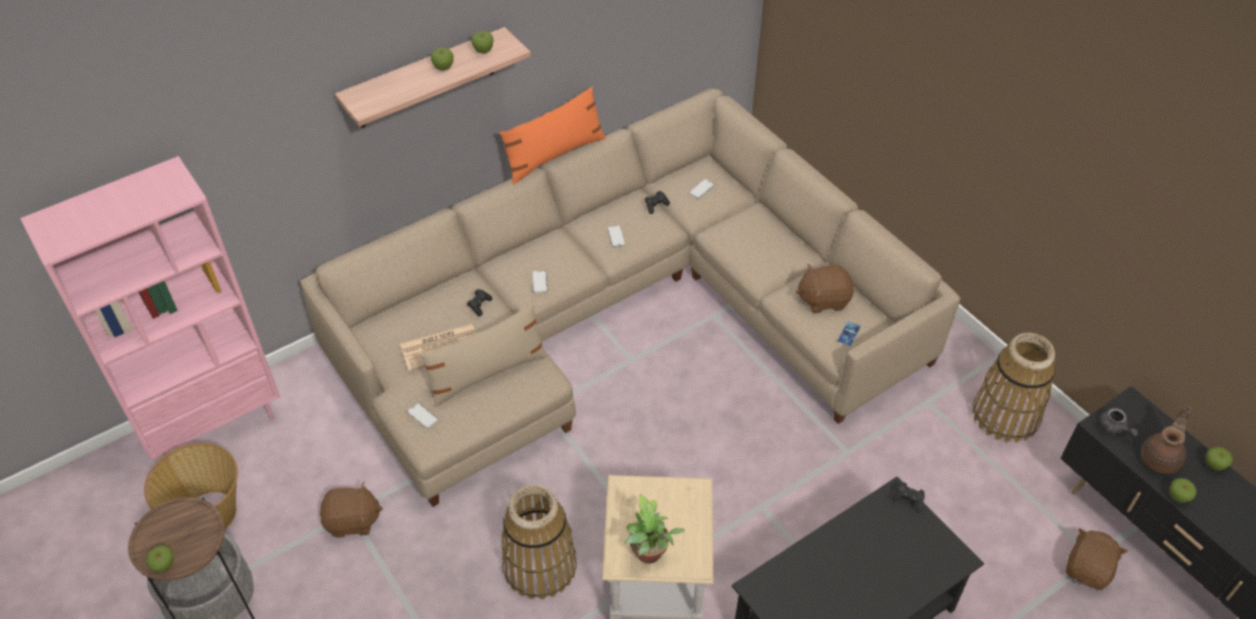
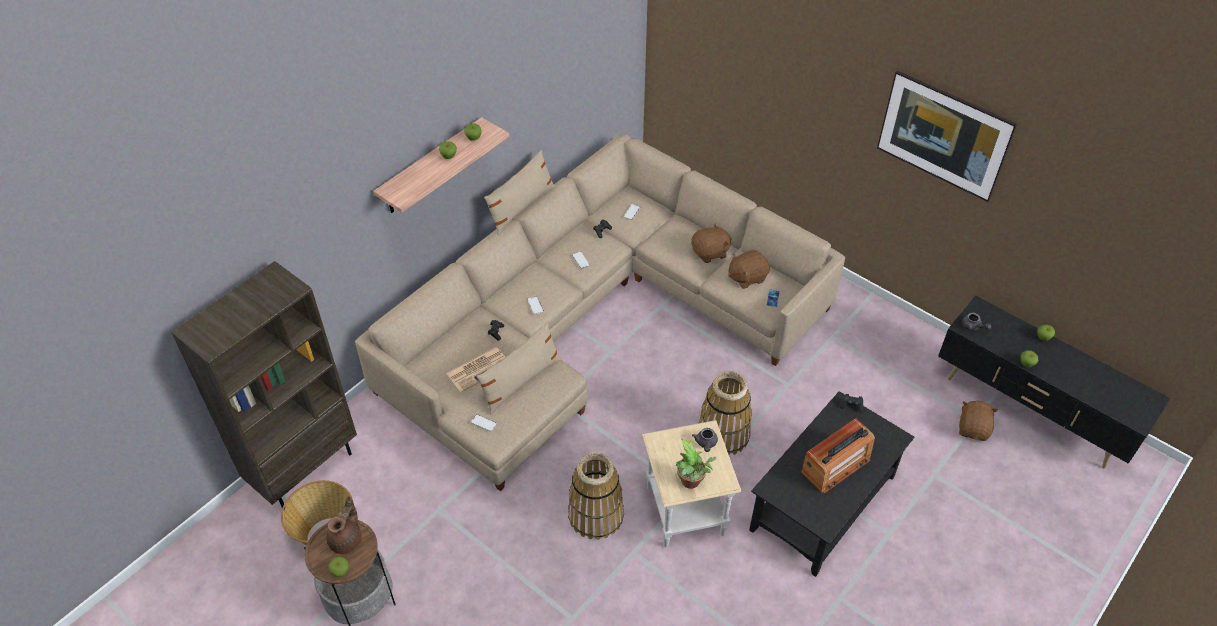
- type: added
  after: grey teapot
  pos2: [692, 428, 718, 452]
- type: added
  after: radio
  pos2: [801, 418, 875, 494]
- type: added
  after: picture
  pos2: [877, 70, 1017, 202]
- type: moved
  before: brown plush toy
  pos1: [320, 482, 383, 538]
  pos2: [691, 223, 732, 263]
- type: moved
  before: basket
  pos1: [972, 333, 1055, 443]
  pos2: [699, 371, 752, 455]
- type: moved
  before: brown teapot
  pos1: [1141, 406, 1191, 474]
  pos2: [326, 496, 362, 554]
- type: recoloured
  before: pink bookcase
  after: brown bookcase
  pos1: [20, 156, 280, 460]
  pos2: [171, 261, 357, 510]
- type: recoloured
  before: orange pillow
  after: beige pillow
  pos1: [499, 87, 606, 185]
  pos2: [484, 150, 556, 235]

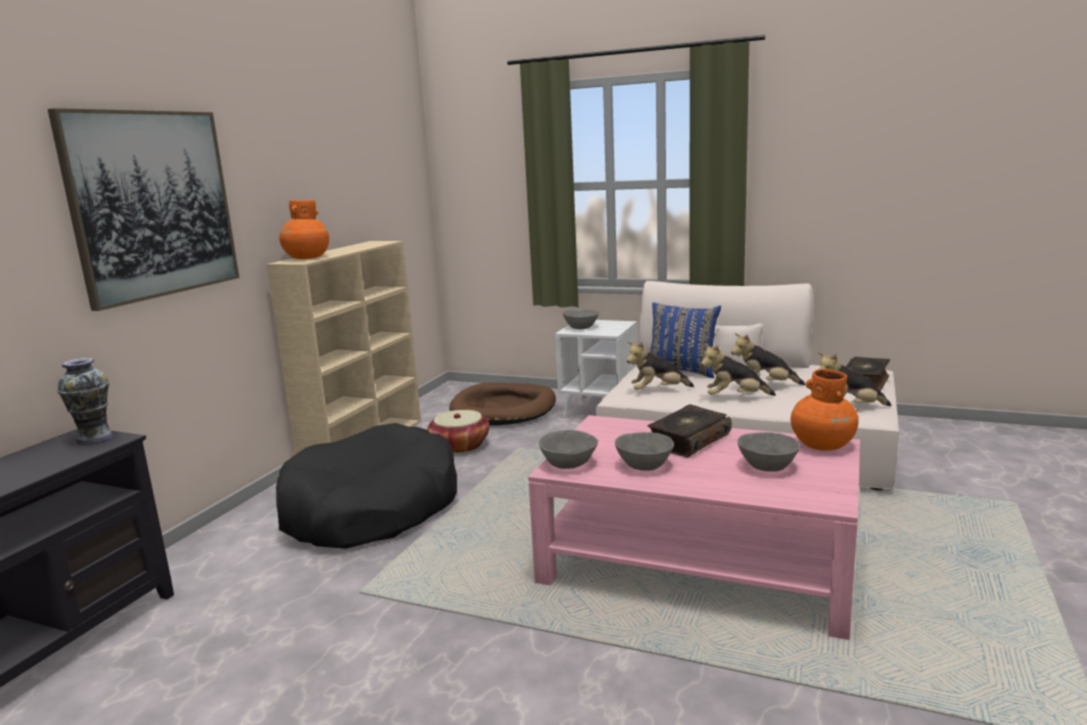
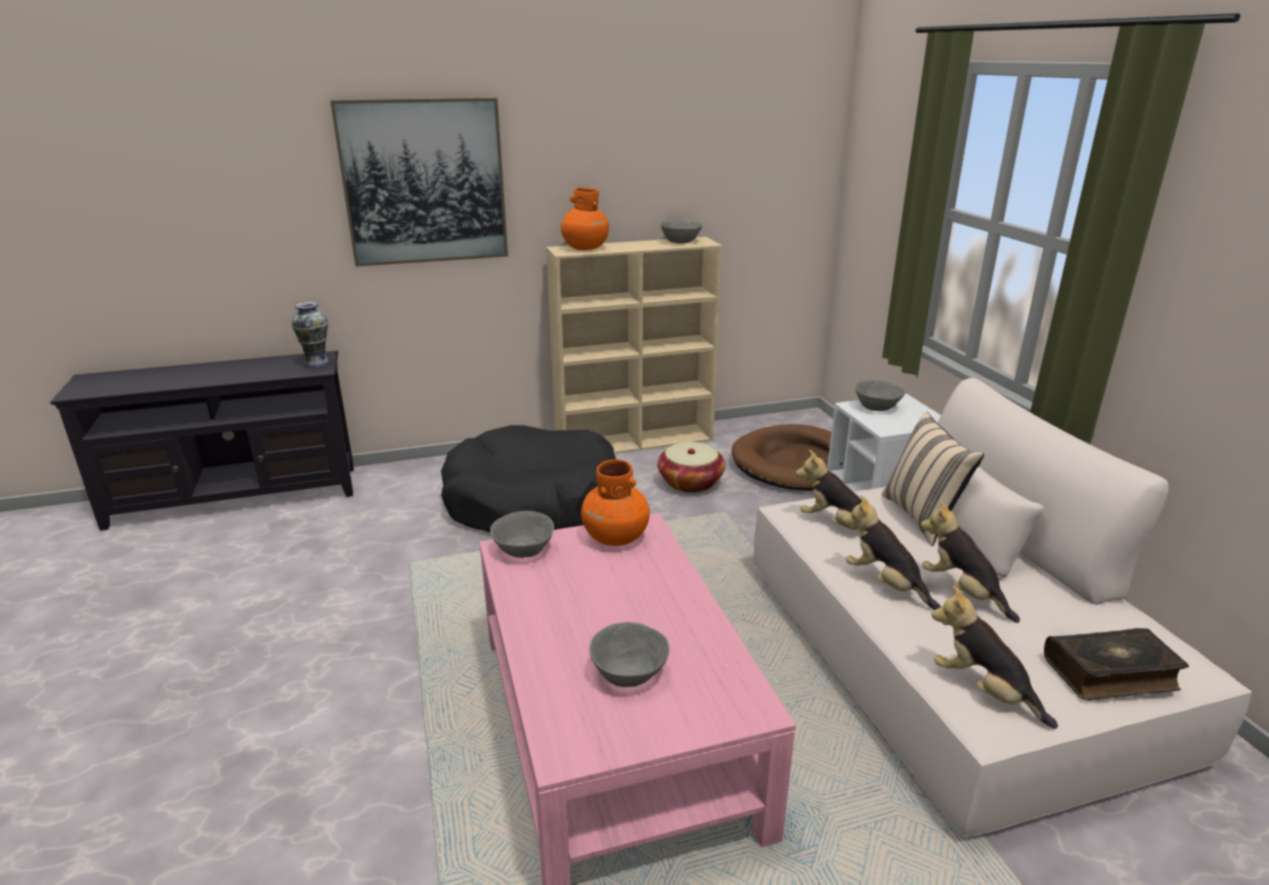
- type: removed
  before: book
  pos1: [647, 404, 732, 458]
- type: moved
  before: grey bowl
  pos1: [615, 432, 674, 471]
  pos2: [660, 220, 703, 244]
- type: moved
  before: orange vase
  pos1: [791, 369, 859, 450]
  pos2: [581, 459, 650, 546]
- type: recoloured
  before: blue pillow
  after: beige pillow
  pos1: [650, 302, 721, 378]
  pos2: [882, 412, 984, 546]

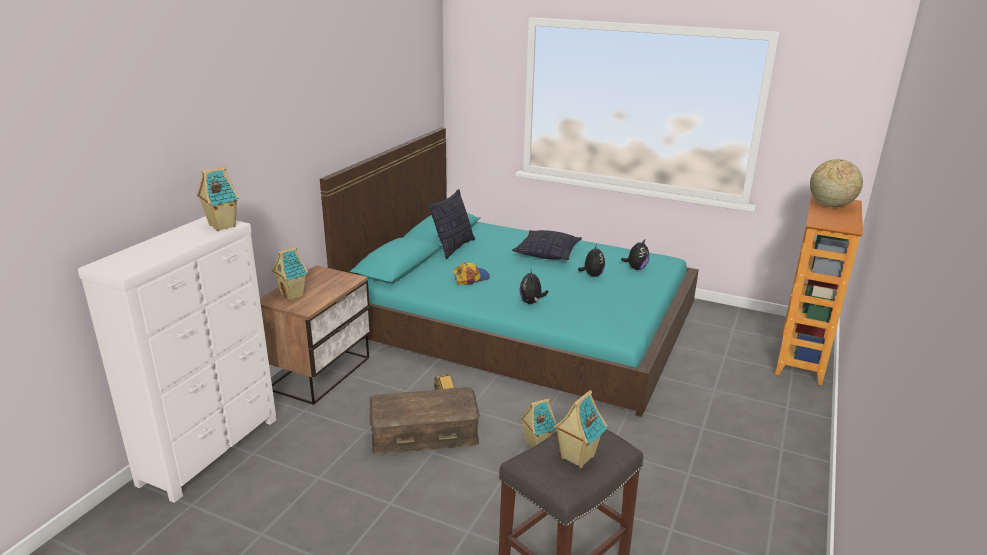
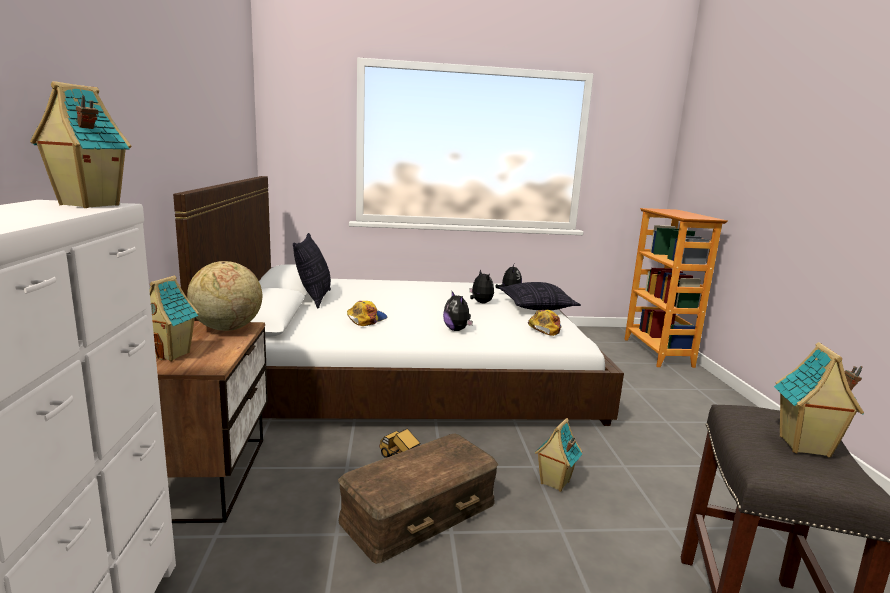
- type: added
  after: cap
  pos2: [528, 310, 562, 336]
- type: moved
  before: pillow
  pos1: [512, 230, 582, 260]
  pos2: [499, 282, 581, 310]
- type: moved
  before: globe
  pos1: [810, 159, 863, 207]
  pos2: [187, 261, 262, 331]
- type: recoloured
  before: turquoise bed
  after: white bed
  pos1: [320, 127, 699, 417]
  pos2: [173, 176, 624, 426]

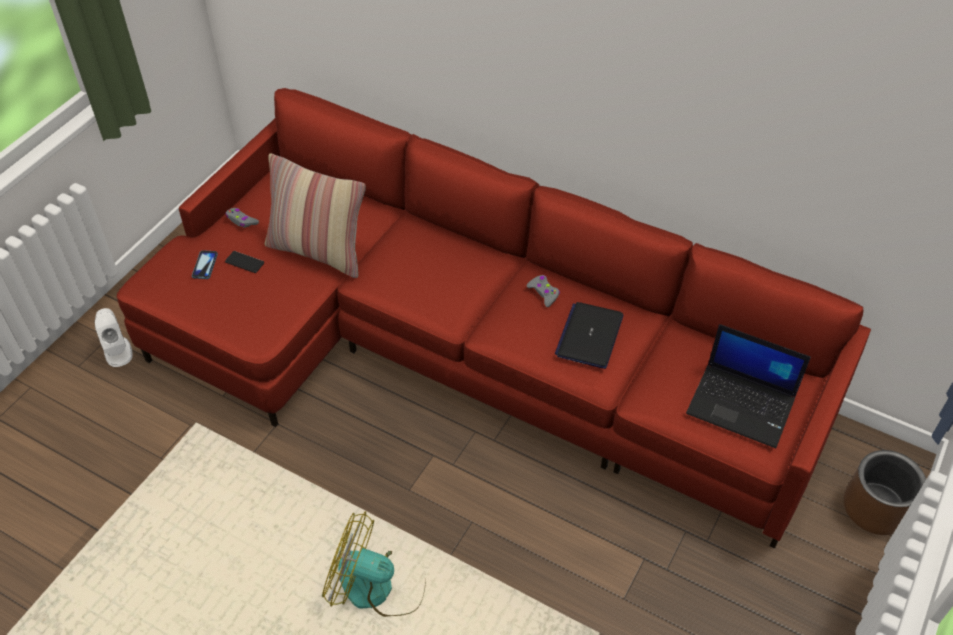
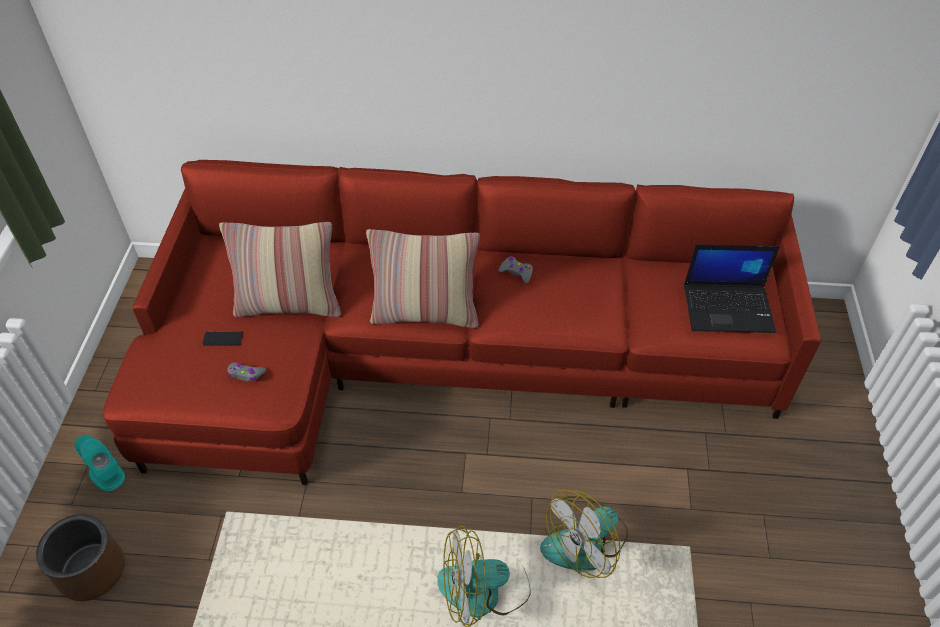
- type: removed
  before: phone
  pos1: [192, 250, 218, 279]
- type: removed
  before: laptop
  pos1: [555, 302, 623, 369]
- type: added
  after: pillow
  pos2: [366, 229, 480, 328]
- type: added
  after: fan
  pos2: [540, 490, 628, 578]
- type: moved
  before: grey game controller
  pos1: [225, 208, 259, 228]
  pos2: [227, 362, 266, 381]
- type: moved
  before: brown planter
  pos1: [844, 450, 926, 535]
  pos2: [36, 514, 125, 601]
- type: recoloured
  before: white speaker
  after: turquoise speaker
  pos1: [95, 308, 133, 367]
  pos2: [74, 435, 125, 491]

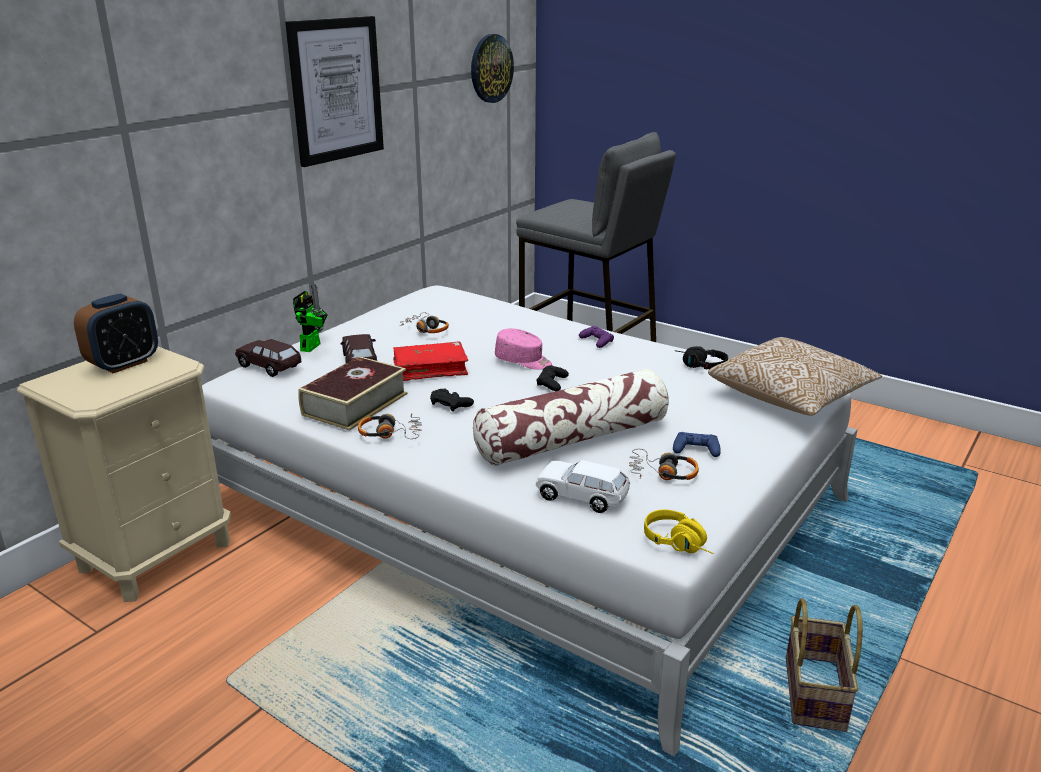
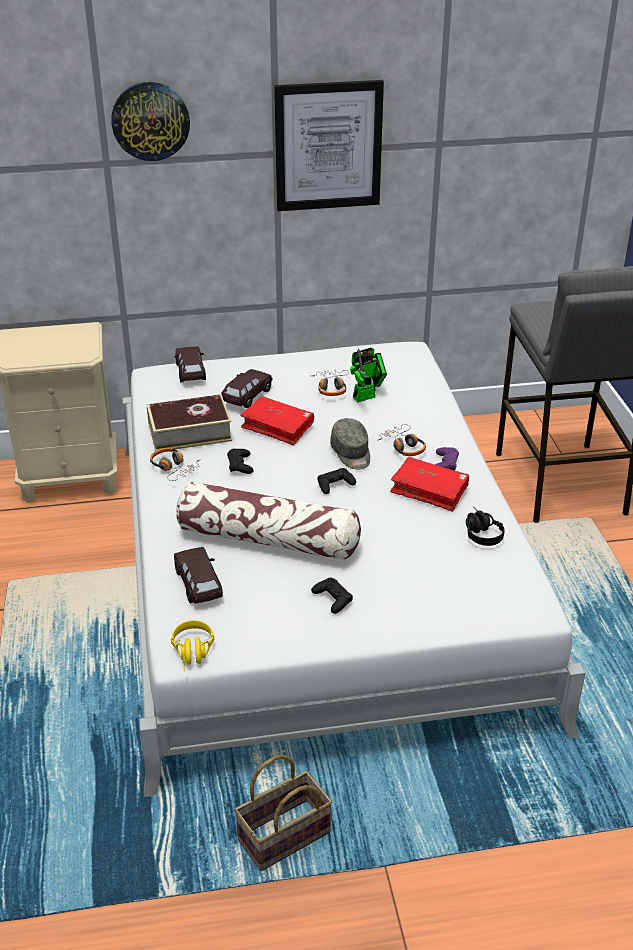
- type: removed
  before: alarm clock
  pos1: [74, 294, 158, 373]
- type: removed
  before: pillow
  pos1: [708, 337, 882, 416]
- type: added
  after: red book
  pos2: [390, 457, 469, 511]
- type: moved
  before: toy robot
  pos1: [293, 283, 328, 352]
  pos2: [350, 348, 387, 402]
- type: moved
  before: wall clock
  pos1: [471, 34, 514, 103]
  pos2: [112, 82, 190, 161]
- type: moved
  before: headphones
  pos1: [629, 449, 699, 480]
  pos2: [377, 424, 426, 456]
- type: recoloured
  before: pink cap
  after: grey cap
  pos1: [495, 328, 552, 370]
  pos2: [330, 418, 370, 470]
- type: recoloured
  before: white toy car
  after: brown toy car
  pos1: [536, 460, 630, 513]
  pos2: [174, 547, 223, 604]
- type: recoloured
  before: blue game controller
  after: black game controller
  pos1: [673, 432, 721, 457]
  pos2: [311, 578, 353, 614]

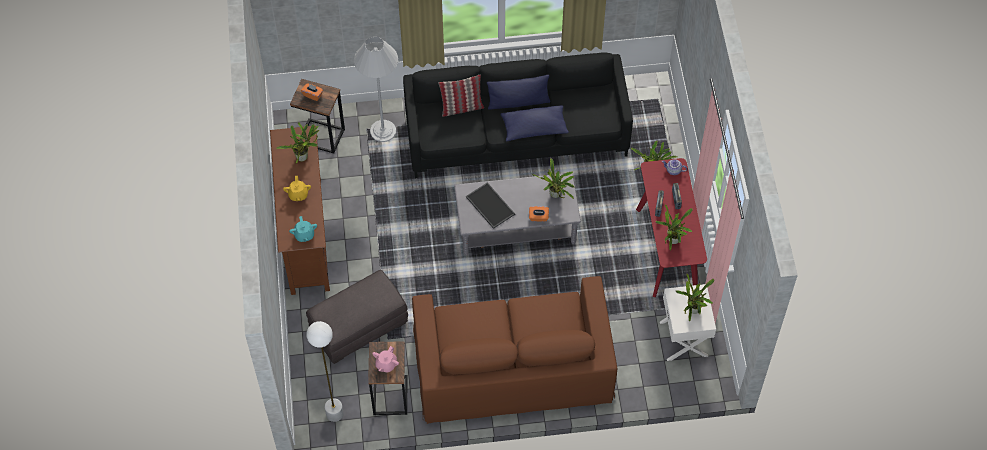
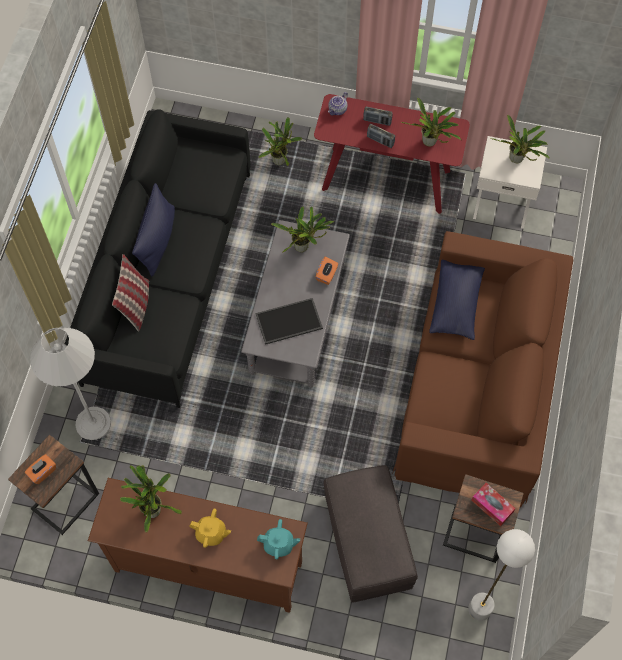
- type: moved
  before: blue pillow
  pos1: [501, 105, 569, 141]
  pos2: [429, 260, 485, 340]
- type: replaced
  before: pink teapot
  after: tissue box
  pos1: [372, 346, 399, 372]
  pos2: [471, 483, 516, 526]

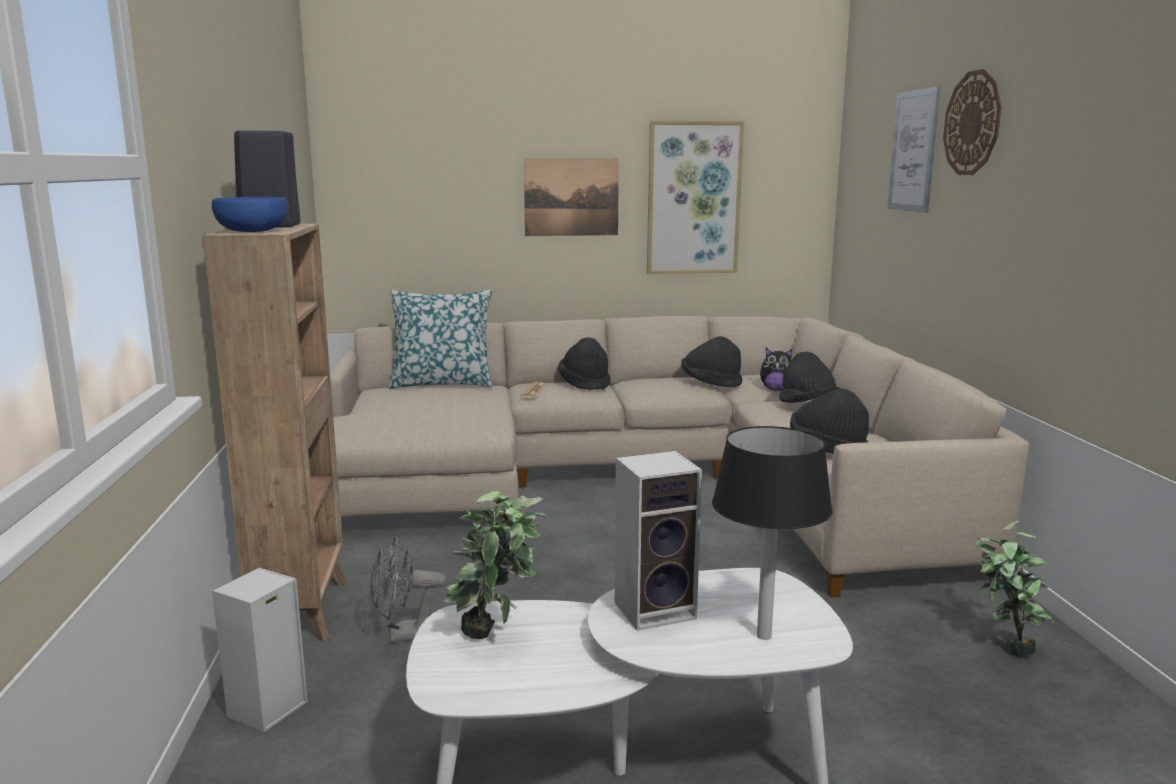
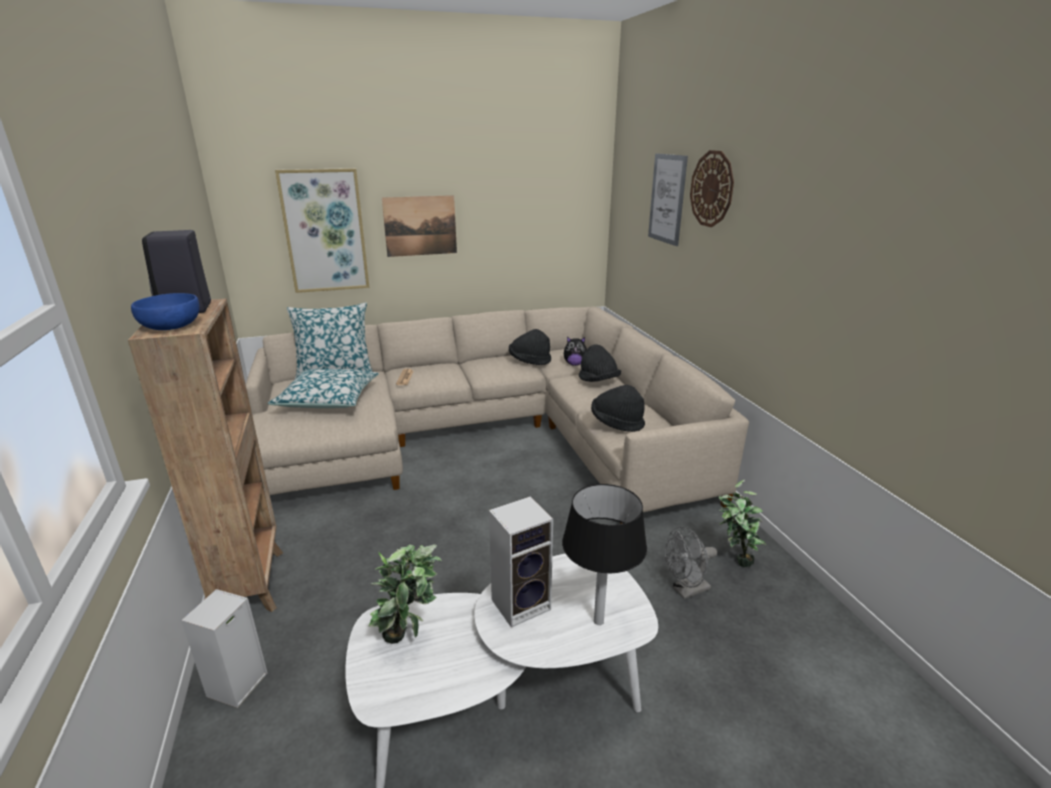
- type: removed
  before: black hat
  pos1: [558, 337, 610, 390]
- type: added
  after: pillow
  pos2: [268, 369, 379, 408]
- type: moved
  before: grey fan
  pos1: [371, 536, 447, 643]
  pos2: [665, 526, 717, 599]
- type: moved
  before: picture
  pos1: [647, 121, 744, 274]
  pos2: [275, 168, 369, 293]

